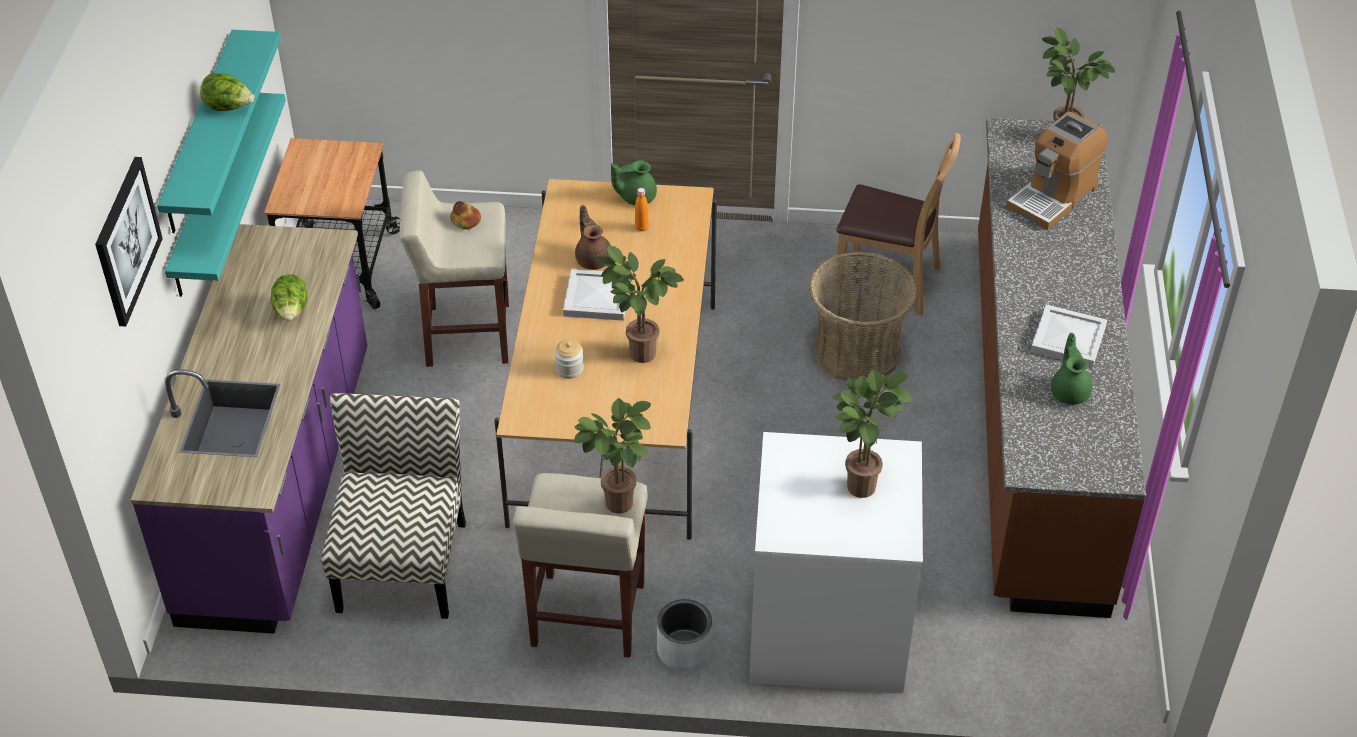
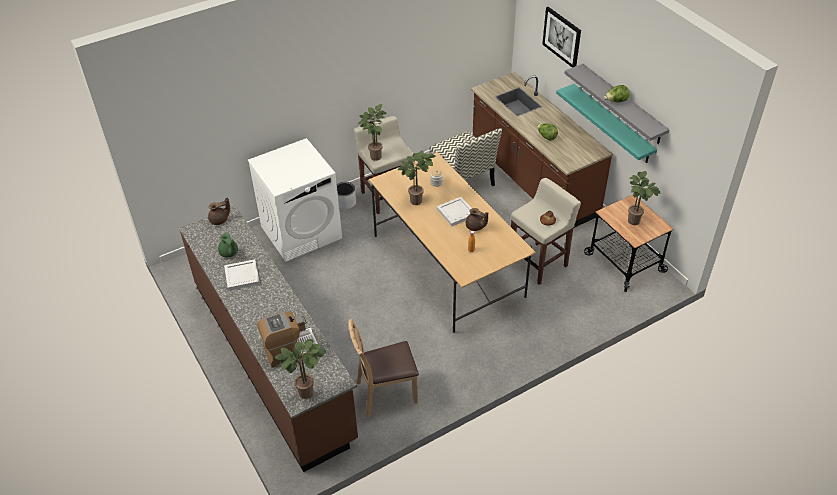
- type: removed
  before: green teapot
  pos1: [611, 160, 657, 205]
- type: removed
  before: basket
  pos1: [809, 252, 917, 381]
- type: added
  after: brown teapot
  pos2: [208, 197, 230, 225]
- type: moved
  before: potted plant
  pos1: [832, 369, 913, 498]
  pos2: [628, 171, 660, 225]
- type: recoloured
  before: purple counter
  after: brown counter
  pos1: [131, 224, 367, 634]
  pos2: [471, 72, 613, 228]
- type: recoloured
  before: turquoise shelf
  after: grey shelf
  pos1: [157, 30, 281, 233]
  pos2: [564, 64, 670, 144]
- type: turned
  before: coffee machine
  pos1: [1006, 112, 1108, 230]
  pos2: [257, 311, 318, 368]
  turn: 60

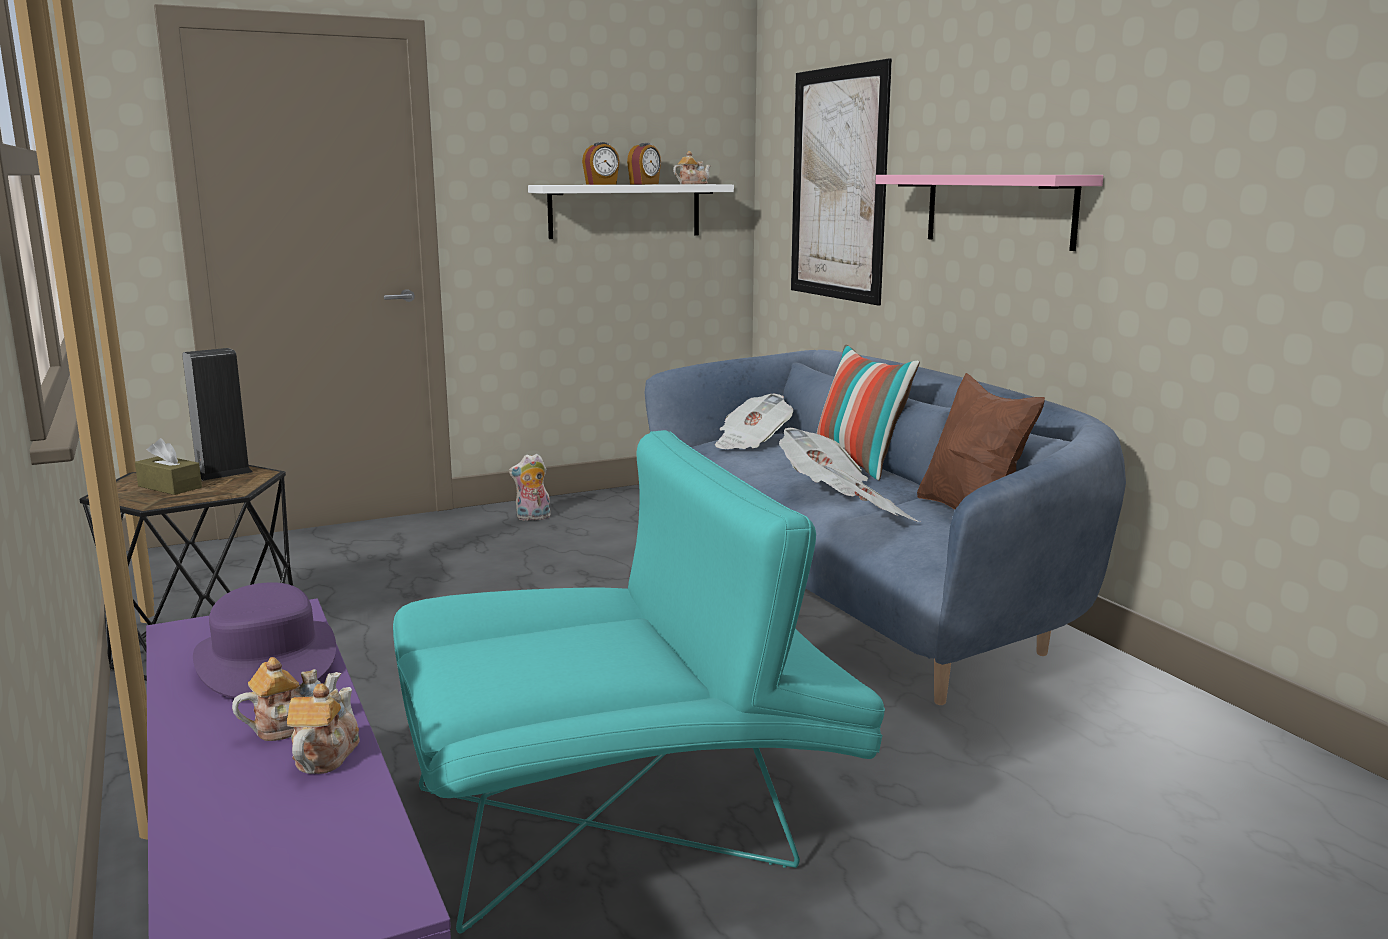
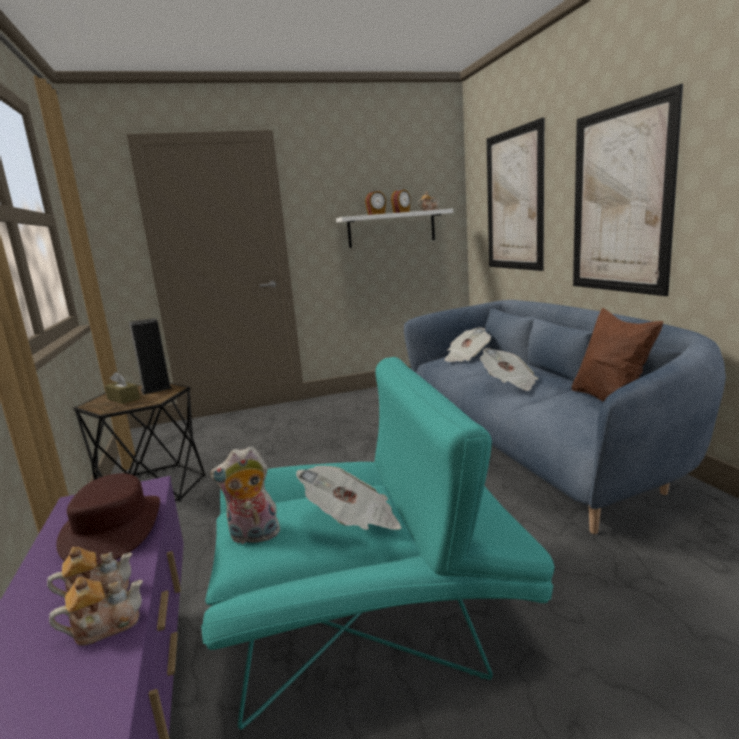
- type: removed
  before: pillow
  pos1: [816, 344, 920, 480]
- type: moved
  before: plush toy
  pos1: [509, 454, 551, 521]
  pos2: [210, 446, 280, 545]
- type: moved
  before: newspaper
  pos1: [818, 464, 920, 522]
  pos2: [296, 466, 402, 530]
- type: replaced
  before: pink shelf
  after: picture
  pos1: [876, 175, 1103, 251]
  pos2: [573, 84, 683, 296]
- type: recoloured
  before: purple hat
  after: brown hat
  pos1: [193, 582, 336, 698]
  pos2: [56, 473, 160, 565]
- type: turned
  before: teapot
  pos1: [287, 684, 360, 774]
  pos2: [49, 577, 143, 646]
  turn: 45

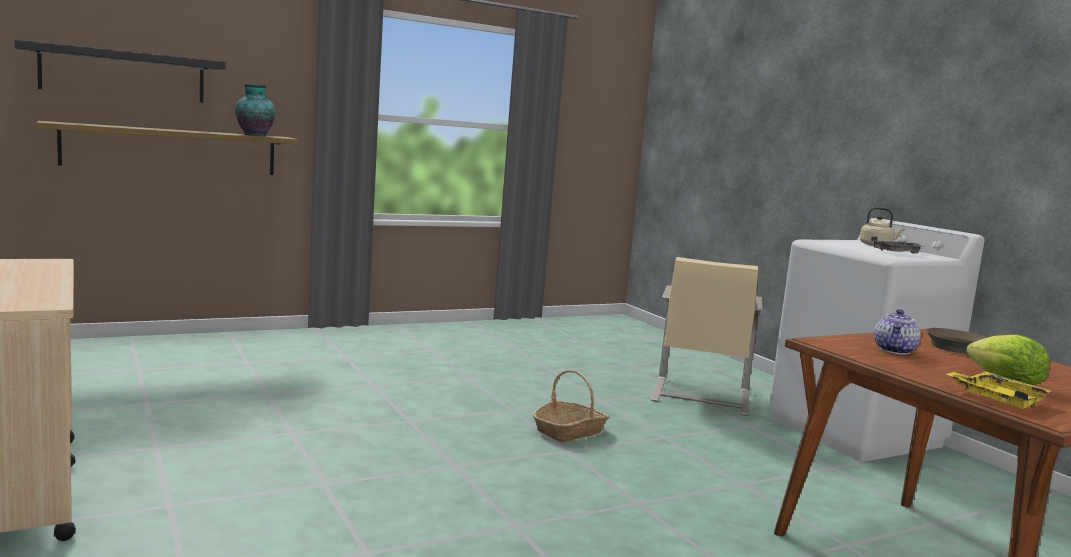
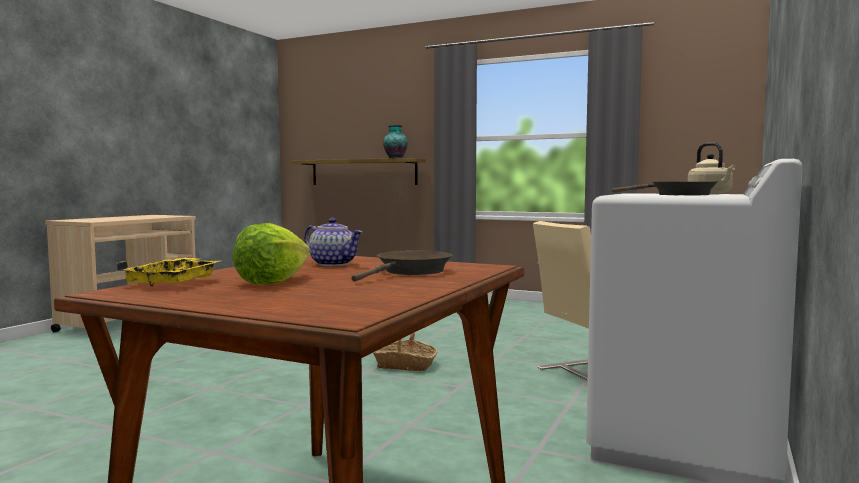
- type: removed
  before: black shelf
  pos1: [15, 40, 226, 103]
- type: replaced
  before: grey tray
  after: brown frying pan
  pos1: [871, 236, 926, 254]
  pos2: [612, 181, 718, 195]
- type: turned
  before: teapot
  pos1: [874, 310, 921, 355]
  pos2: [304, 218, 363, 266]
  turn: -135

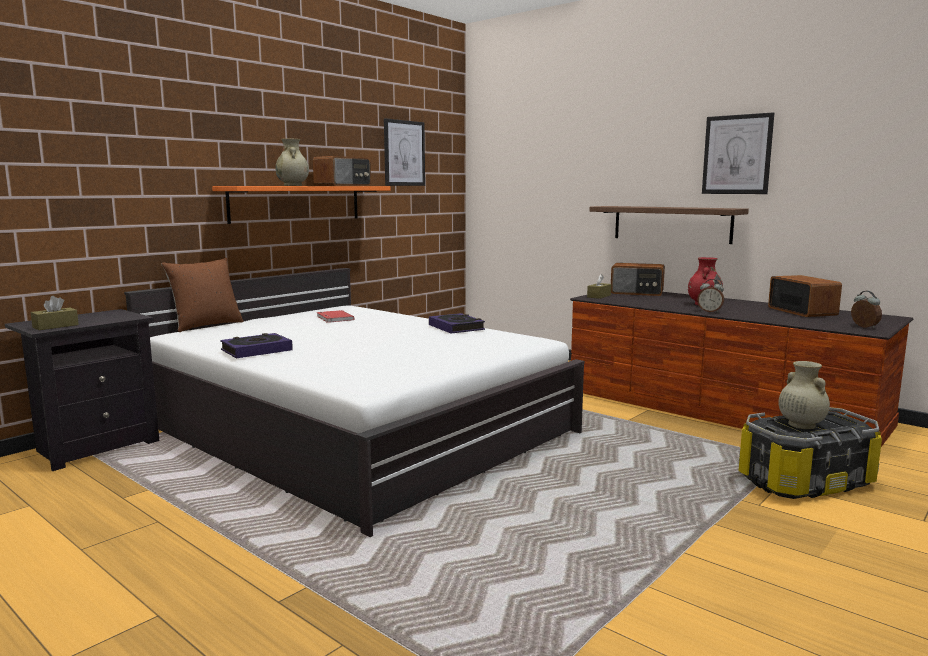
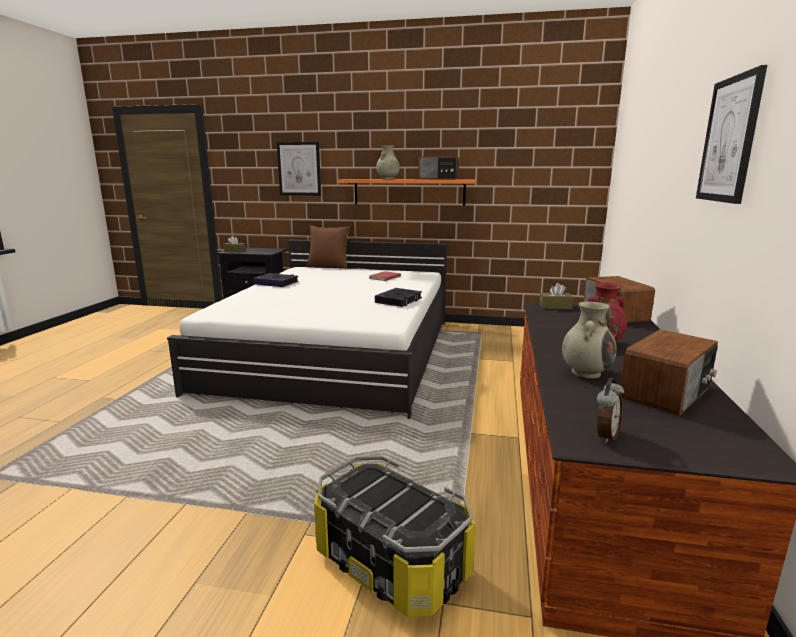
- type: removed
  before: shelf
  pos1: [590, 206, 749, 244]
- type: removed
  before: alarm clock
  pos1: [697, 279, 724, 313]
- type: moved
  before: picture
  pos1: [384, 118, 425, 186]
  pos2: [277, 142, 321, 196]
- type: moved
  before: beige vase
  pos1: [778, 361, 830, 429]
  pos2: [562, 302, 617, 379]

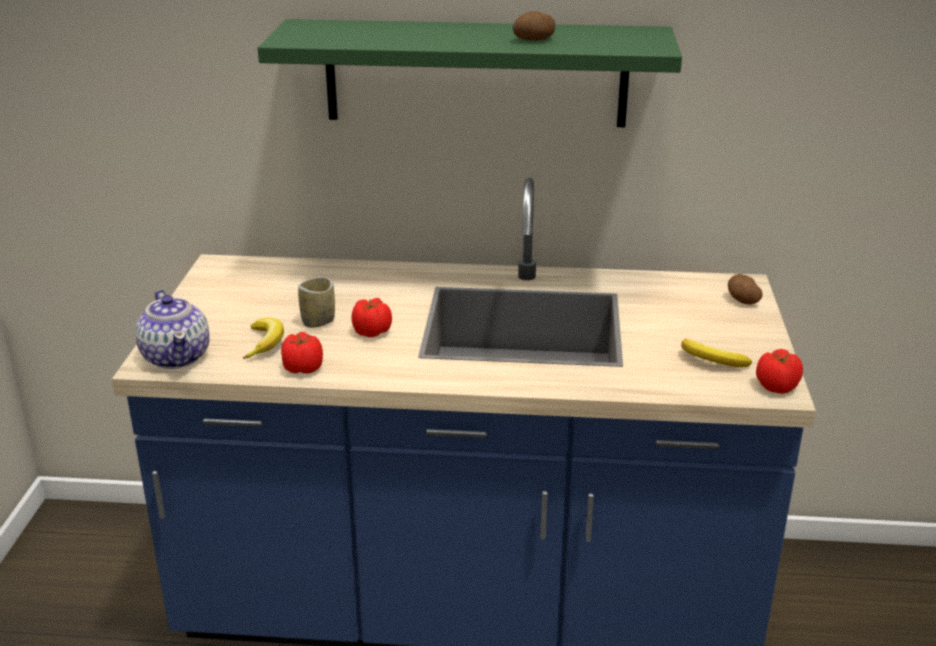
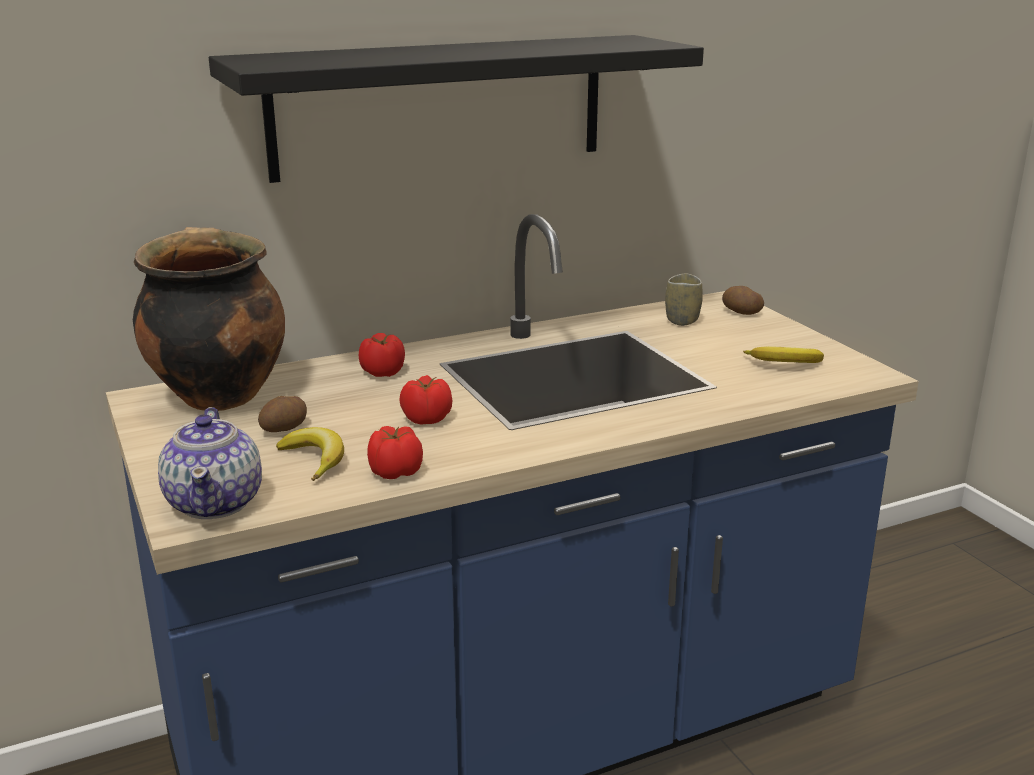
- type: added
  after: cooking pot
  pos2: [133, 227, 285, 411]
- type: moved
  before: cup
  pos1: [298, 277, 335, 328]
  pos2: [665, 273, 703, 326]
- type: moved
  before: potato
  pos1: [513, 11, 555, 41]
  pos2: [258, 396, 307, 432]
- type: moved
  before: tomato
  pos1: [756, 349, 803, 394]
  pos2: [359, 333, 405, 377]
- type: recoloured
  before: green shelf
  after: black shelf
  pos1: [258, 19, 682, 127]
  pos2: [209, 35, 704, 183]
- type: turned
  before: teapot
  pos1: [135, 290, 210, 369]
  pos2: [158, 407, 262, 519]
  turn: 45

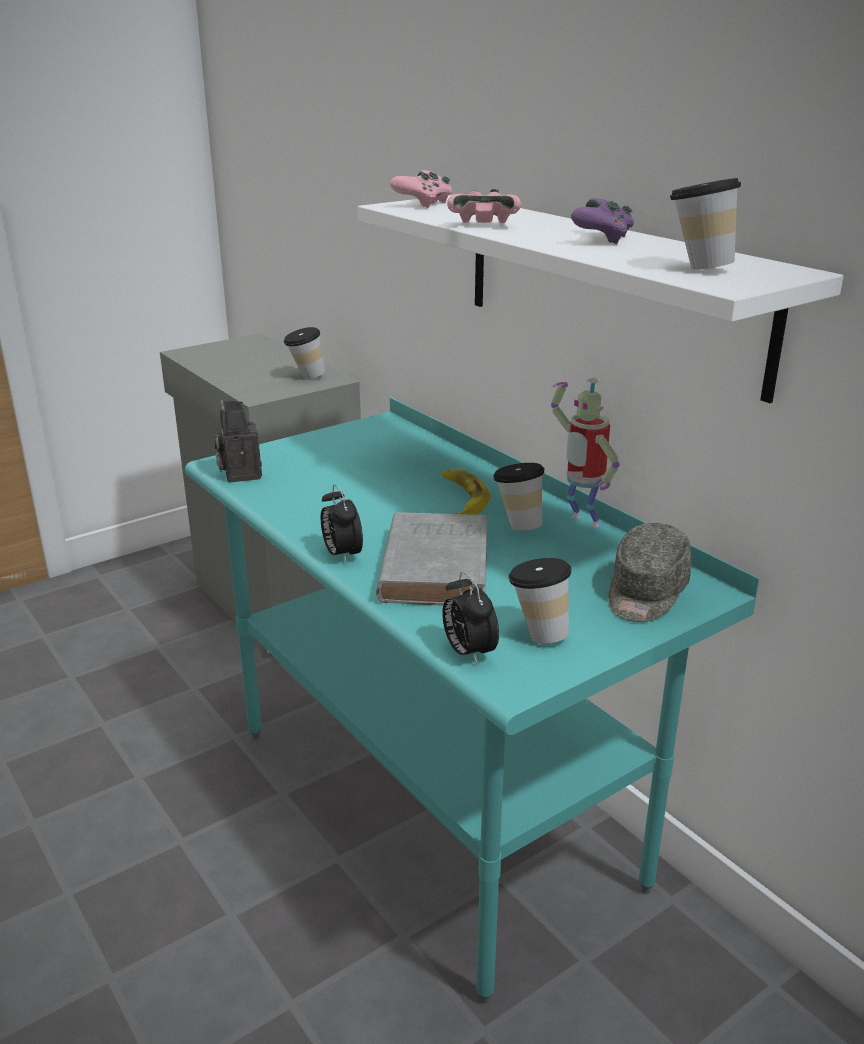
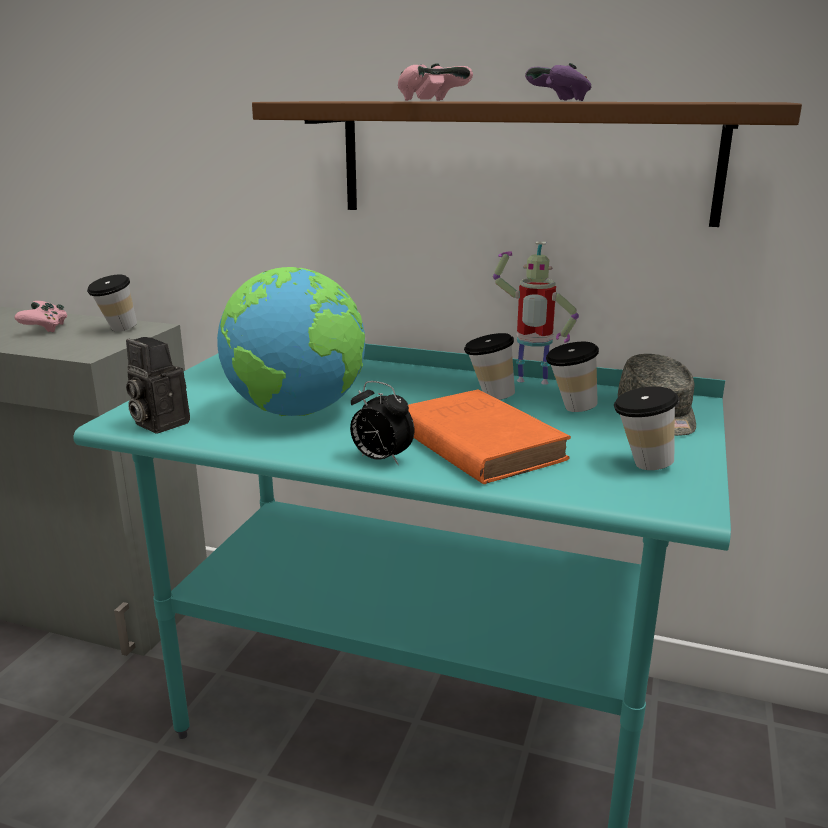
- type: removed
  before: banana
  pos1: [442, 470, 490, 515]
- type: removed
  before: alarm clock
  pos1: [442, 572, 499, 665]
- type: added
  after: globe
  pos2: [217, 267, 365, 416]
- type: moved
  before: pink game controller
  pos1: [390, 170, 452, 208]
  pos2: [14, 301, 67, 332]
- type: moved
  before: cup
  pos1: [670, 178, 741, 270]
  pos2: [546, 342, 599, 412]
- type: recoloured
  before: white shelf
  after: brown shelf
  pos1: [358, 195, 844, 403]
  pos2: [252, 101, 802, 227]
- type: recoloured
  before: grey book
  after: orange book
  pos1: [376, 512, 487, 605]
  pos2: [408, 389, 571, 484]

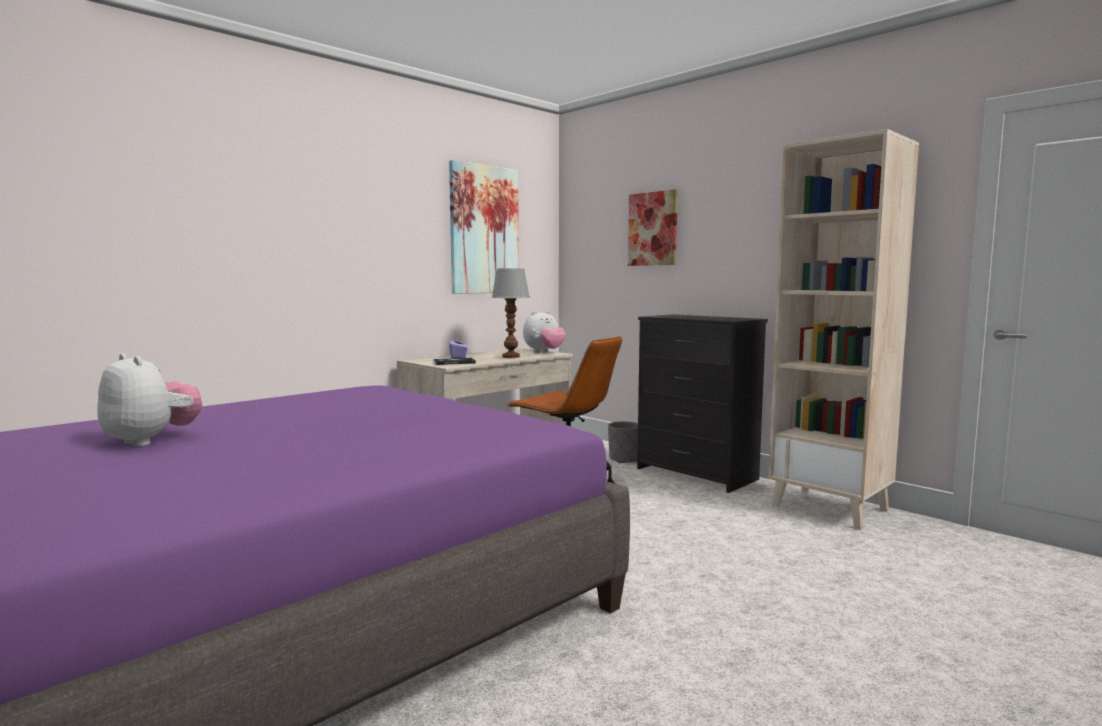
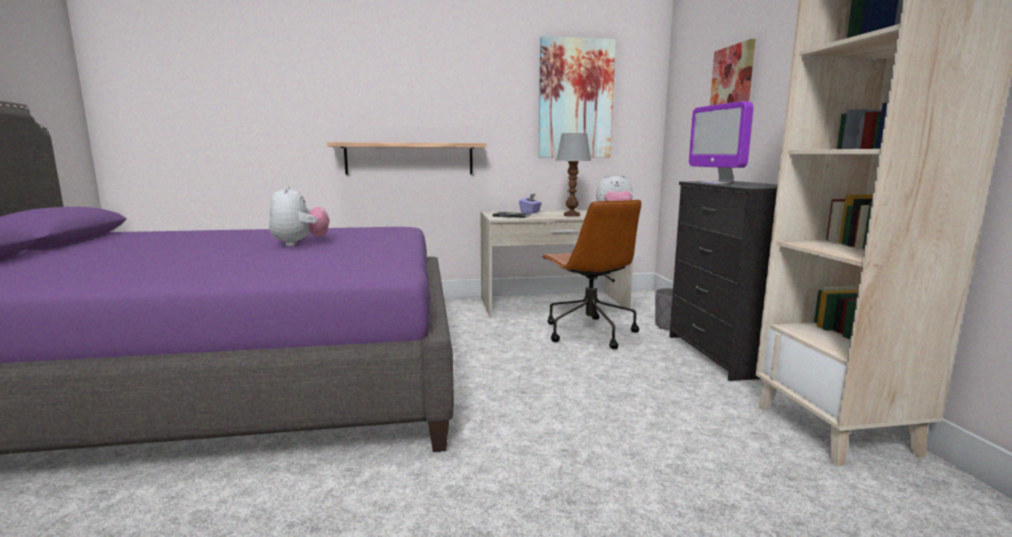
- type: added
  after: shelf
  pos2: [327, 142, 486, 175]
- type: added
  after: monitor
  pos2: [689, 101, 753, 184]
- type: moved
  before: plush toy
  pos1: [97, 354, 202, 447]
  pos2: [269, 186, 329, 246]

